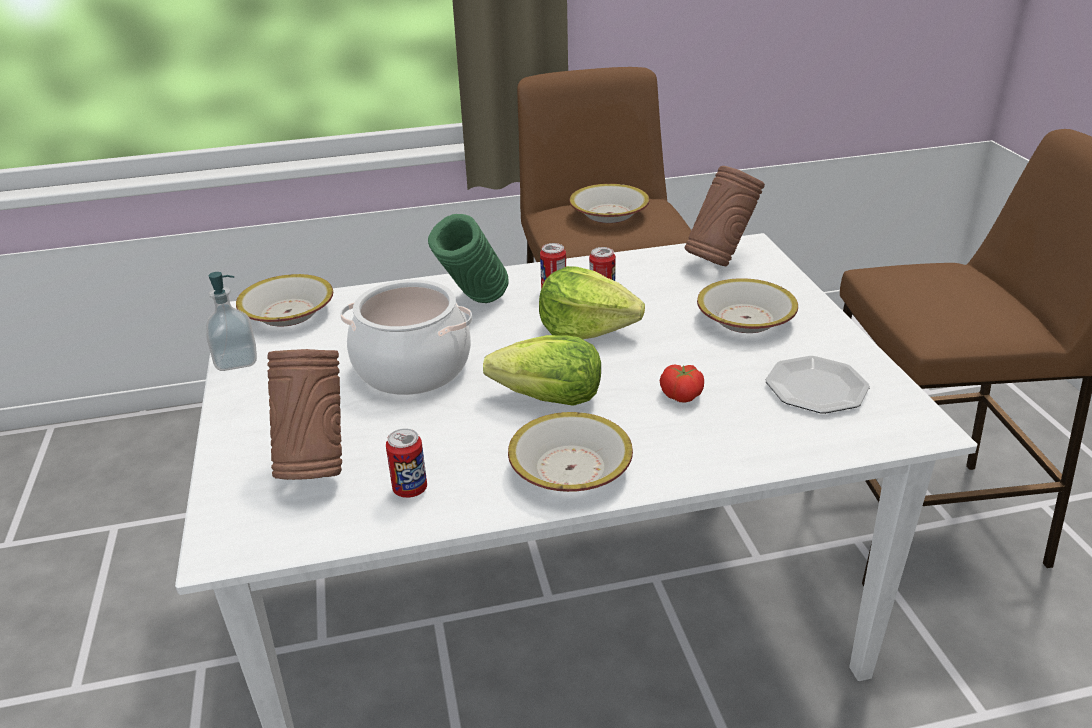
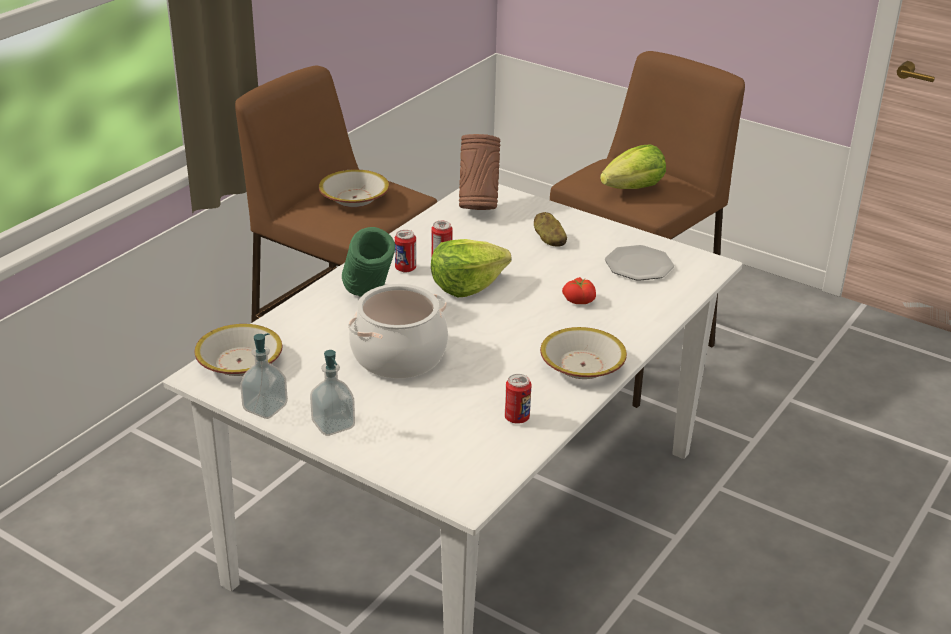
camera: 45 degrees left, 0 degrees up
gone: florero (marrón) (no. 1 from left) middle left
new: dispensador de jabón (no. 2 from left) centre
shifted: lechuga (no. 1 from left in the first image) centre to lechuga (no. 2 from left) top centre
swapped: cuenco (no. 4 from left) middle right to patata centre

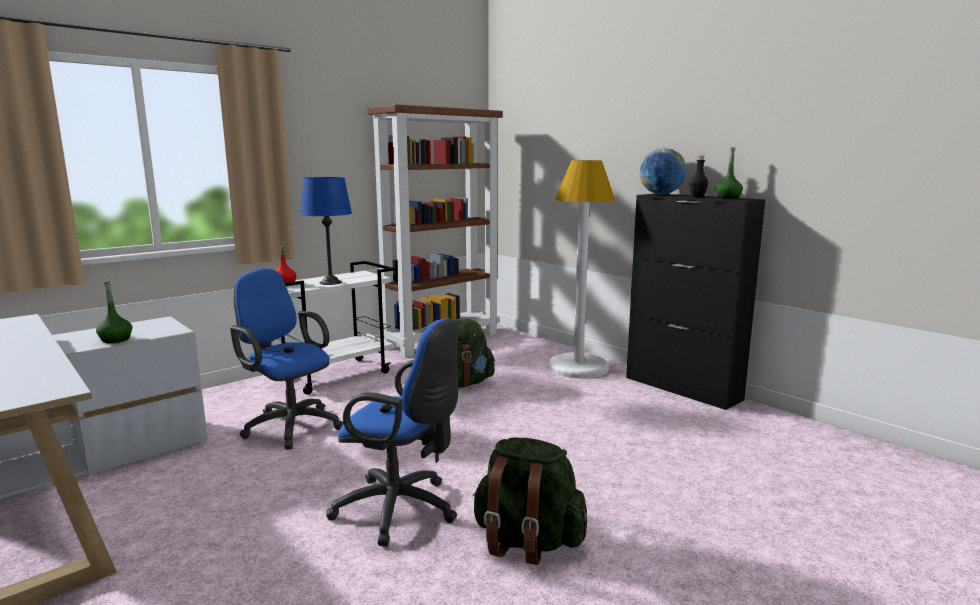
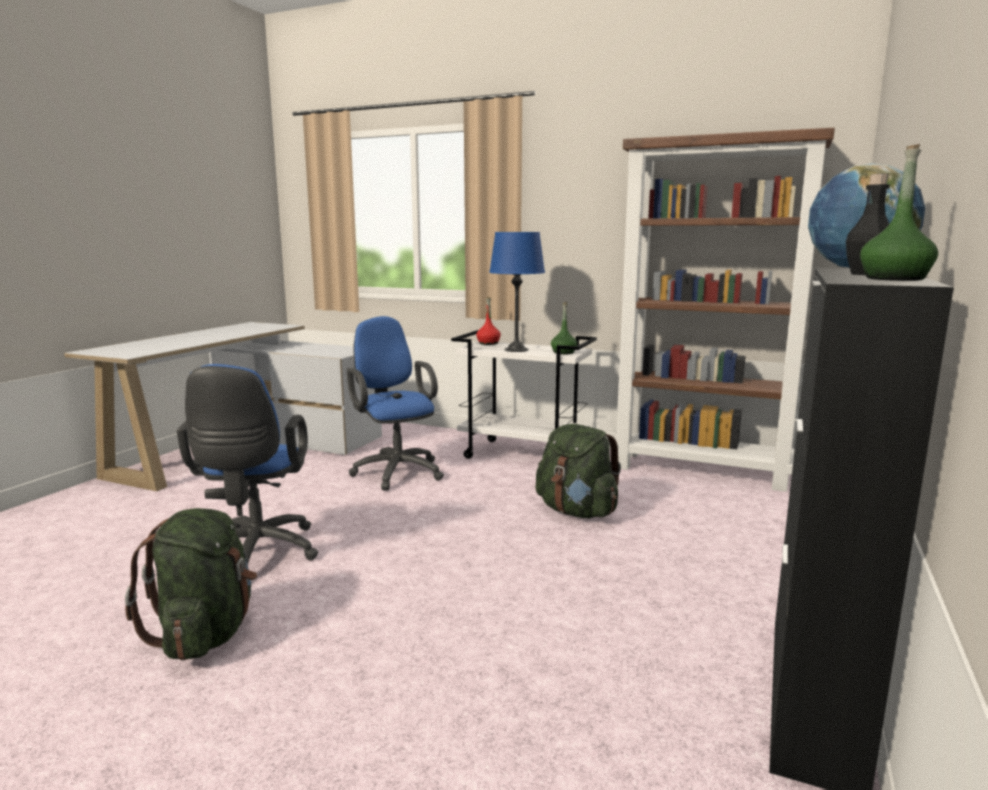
camera: 65 degrees right, 0 degrees up
gone: lámpara de pie (blanco) centre
shifted: botella (verde) (no. 1 from left) middle left to centre
rotated: silla de oficina (azul) (no. 1 from left in the first image) middle left = centre 45 degrees counterclockwise

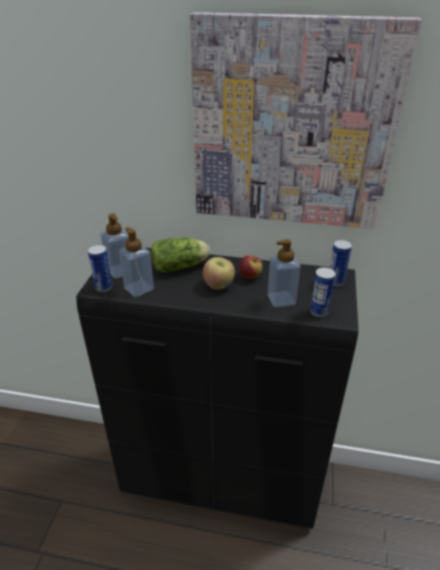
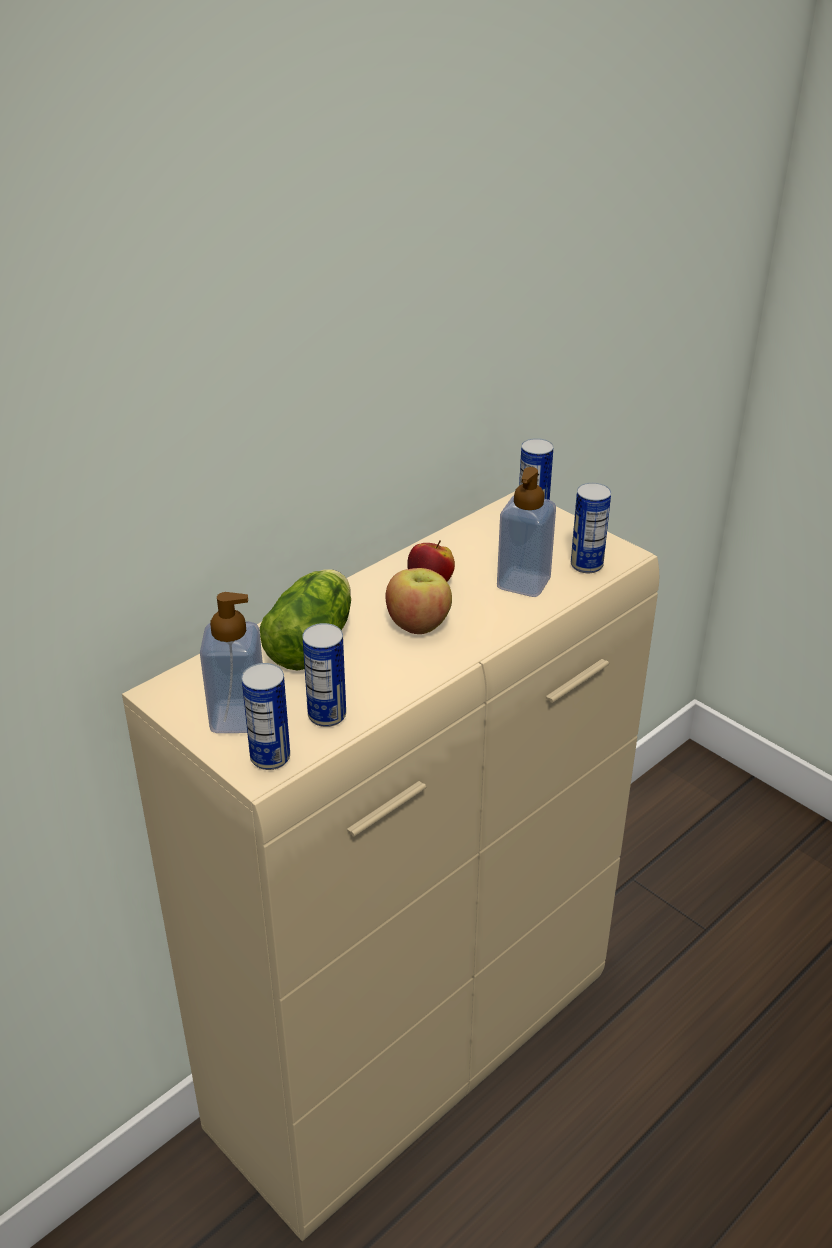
camera: 55 degrees left, 0 degrees up
gone: cuadro top right
swapped: dispensador de jabón (no. 2 from left) middle left to lata (no. 2 from left) centre
repainted: armario (negro) bottom centre to armario (beis) bottom centre

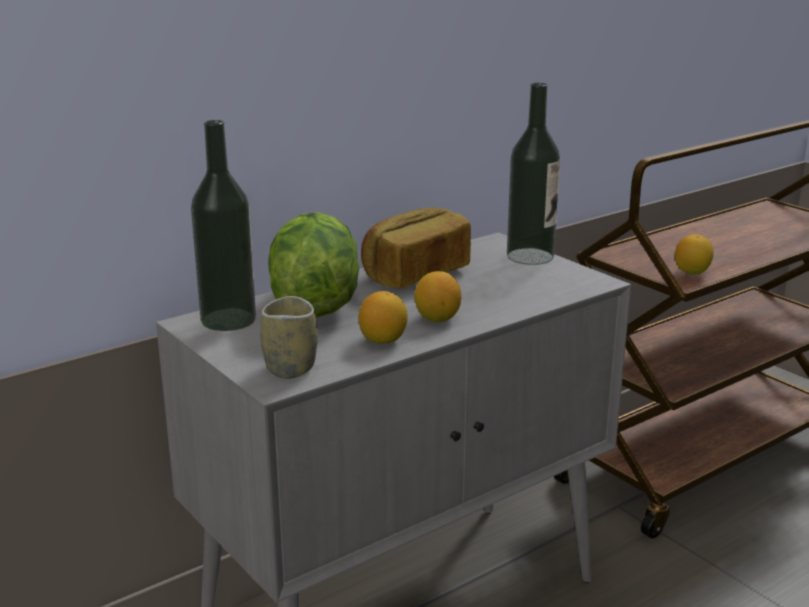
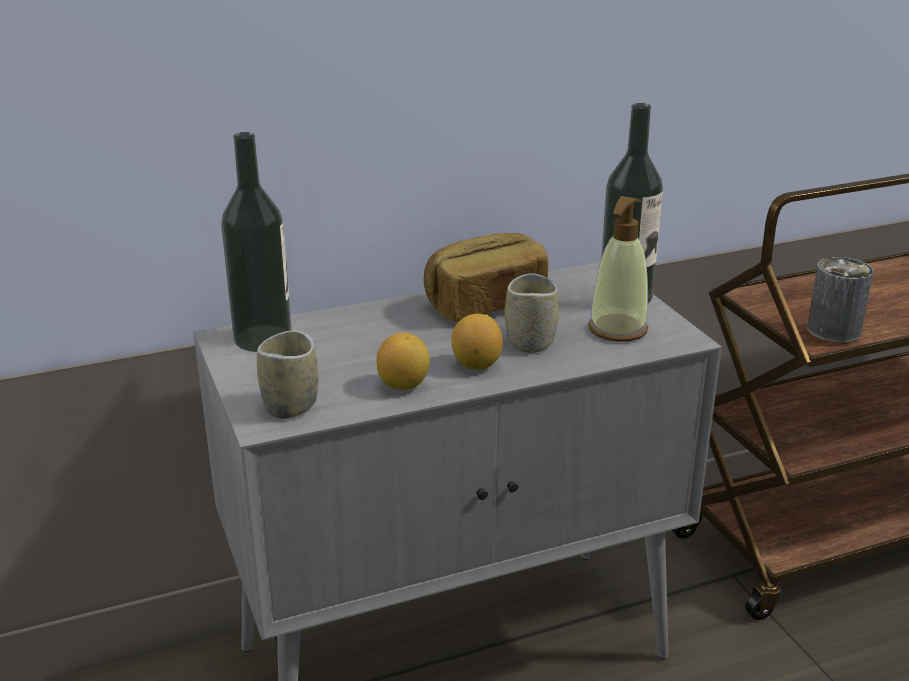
camera: 15 degrees right, 5 degrees up
gone: lechuga centre
new: taza (no. 2 from left) centre; dispensador de jabón middle right
swapped: limón (no. 3 from left) middle right to lata middle right

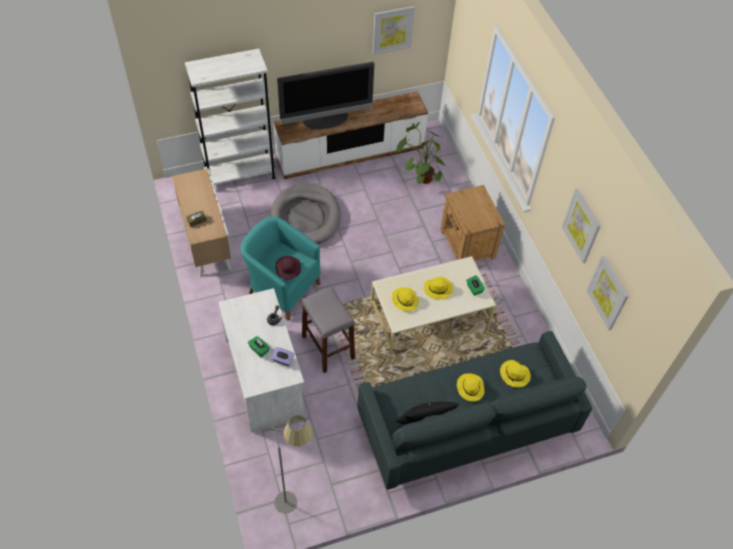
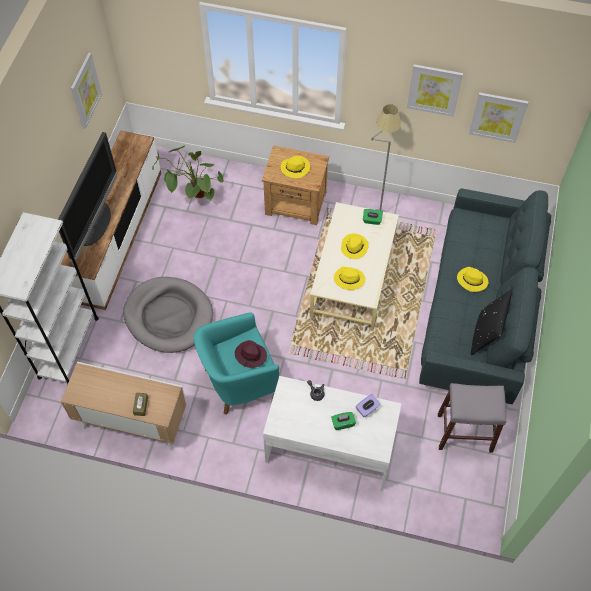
camera: 55 degrees left, 5 degrees up
shifted: lámpara de pie (gris) bottom centre to top centre; taburete (gris) centre to bottom right; sombrero (amarillo) (no. 4 from left in the first image) bottom right to sombrero (amarillo) (no. 1 from left) top centre

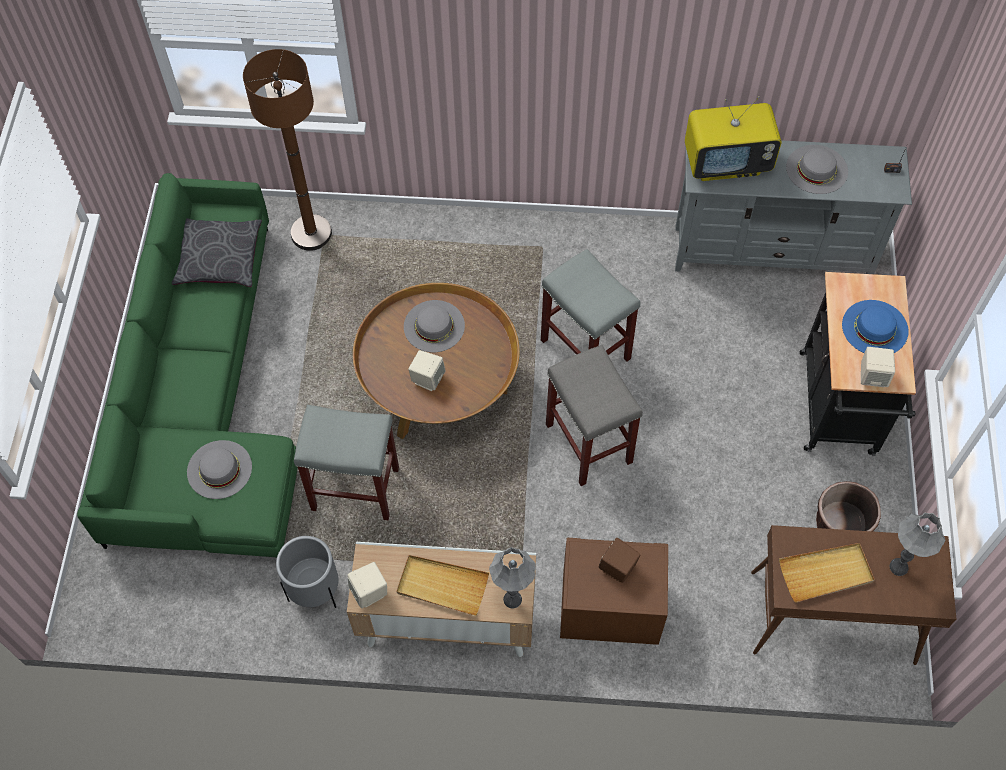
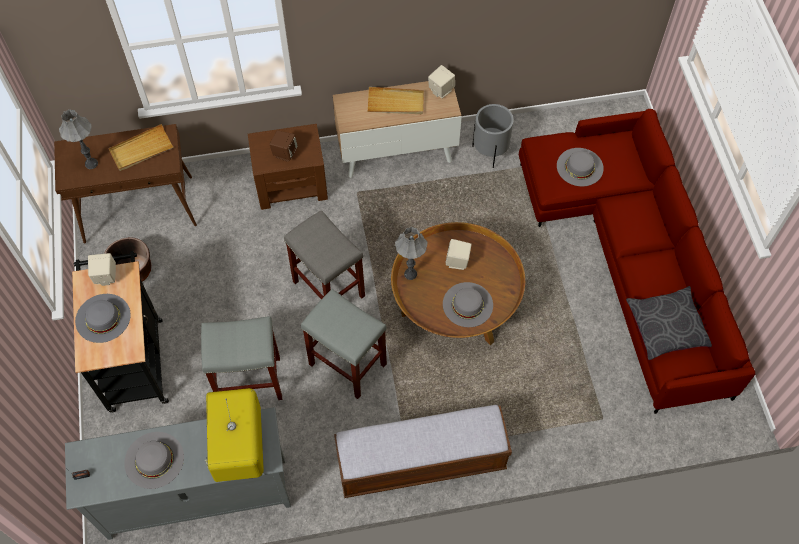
camera: 165 degrees right, 0 degrees up
gone: lámpara de pie (marrón) top left
new: banco bottom centre
shifted: taburete (gris) (no. 1 from left) centre to middle left; lámpara de mesa (gris) (no. 1 from left in the first image) bottom centre to lámpara de mesa (gris) (no. 2 from left) centre
repainted: sofá (verde) middle left to sofá (rojo) middle right; sombrero (azul) middle right to sombrero (gris) (no. 1 from left) middle left
rotated: televisor top right = bottom left 75 degrees counterclockwise

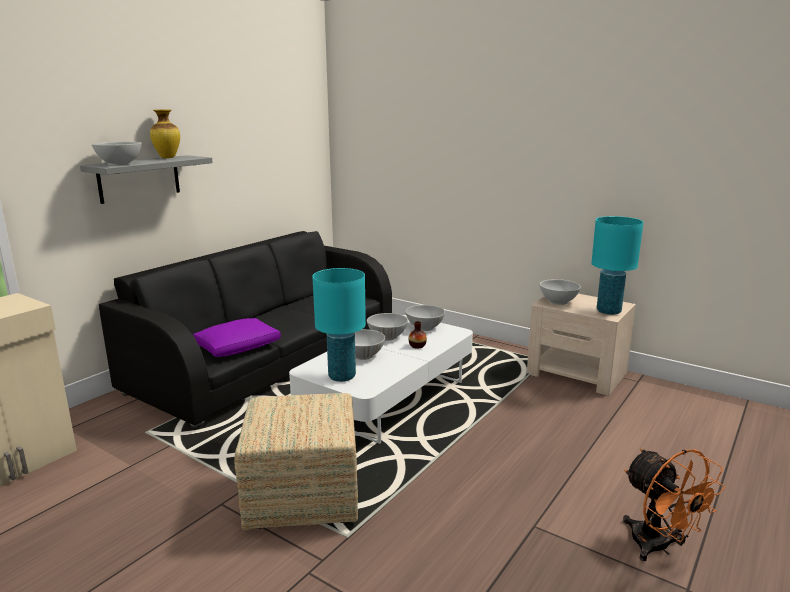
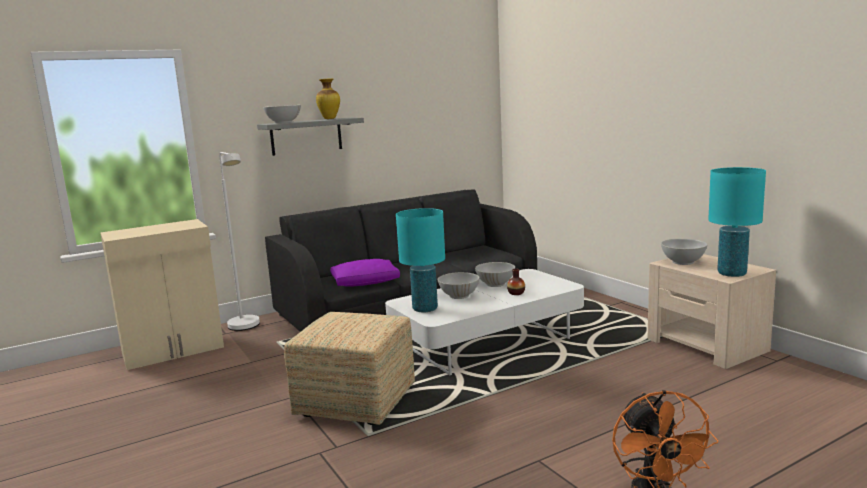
camera: 25 degrees right, 5 degrees down
gone: cuenco (blanco) (no. 4 from left) centre
new: lámpara de pie (blanco) middle left

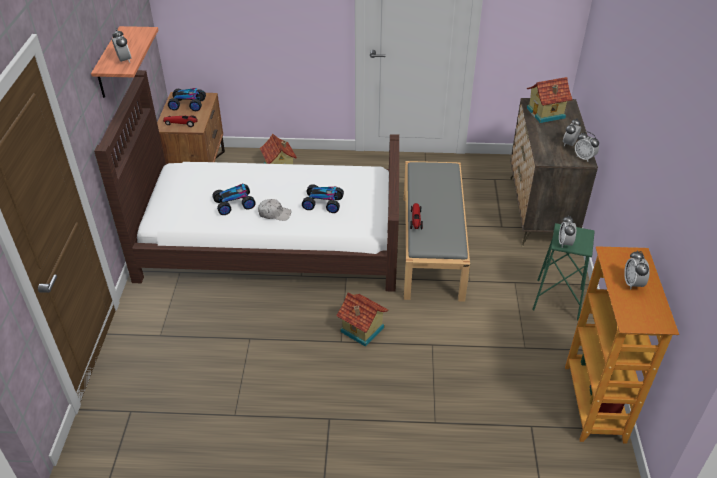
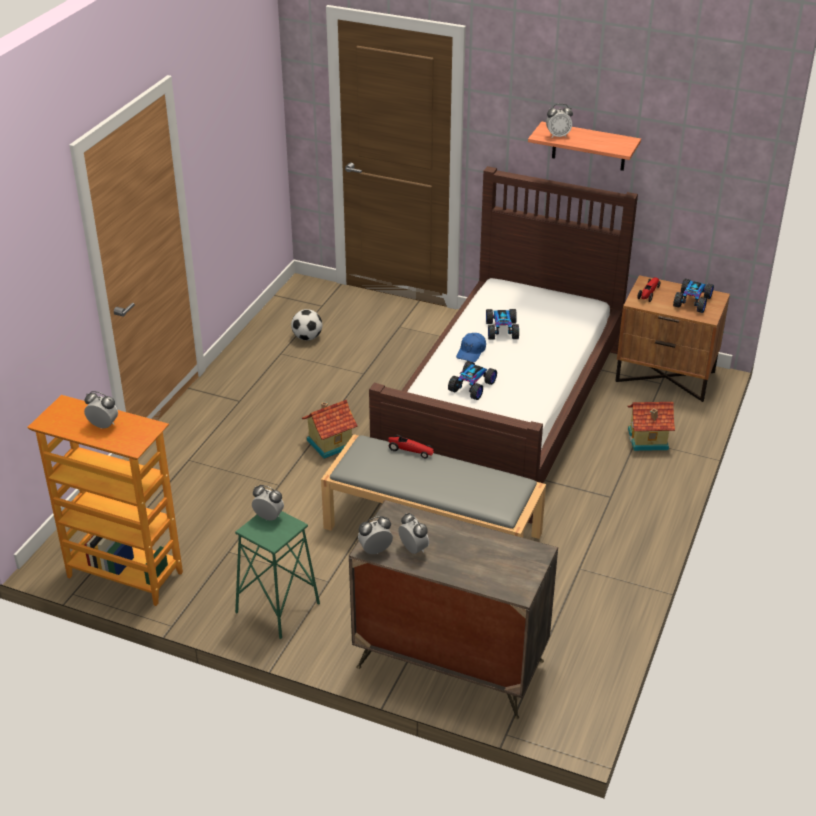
camera: 110 degrees right, 5 degrees down
gone: casita (no. 3 from left) top right
new: balón de fútbol centre
repainted: gorra (blanco) centre to gorra (azul) centre

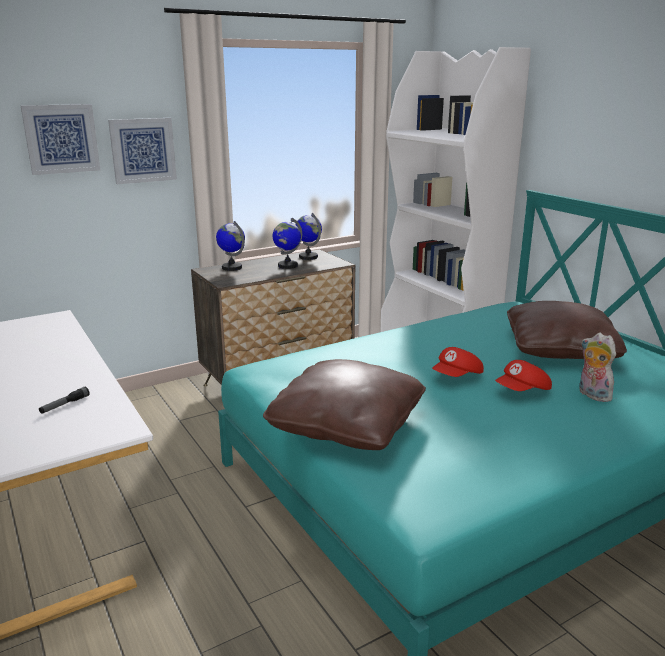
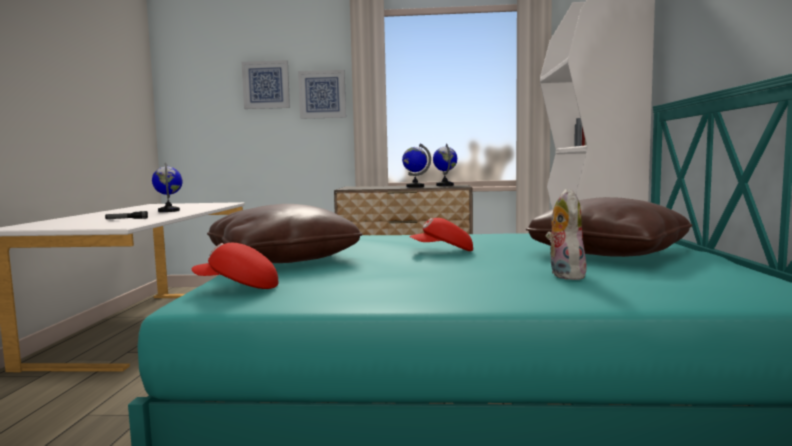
camera: 35 degrees right, 15 degrees down
shifted: globo terráqueo (no. 1 from left) centre to middle left; gorra (rojo) (no. 2 from left in the first image) middle right to gorra (rojo) (no. 1 from left) middle left

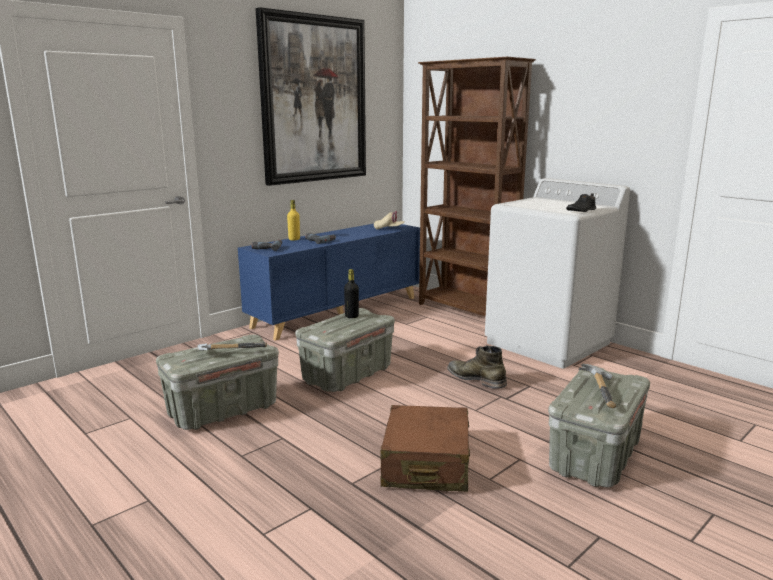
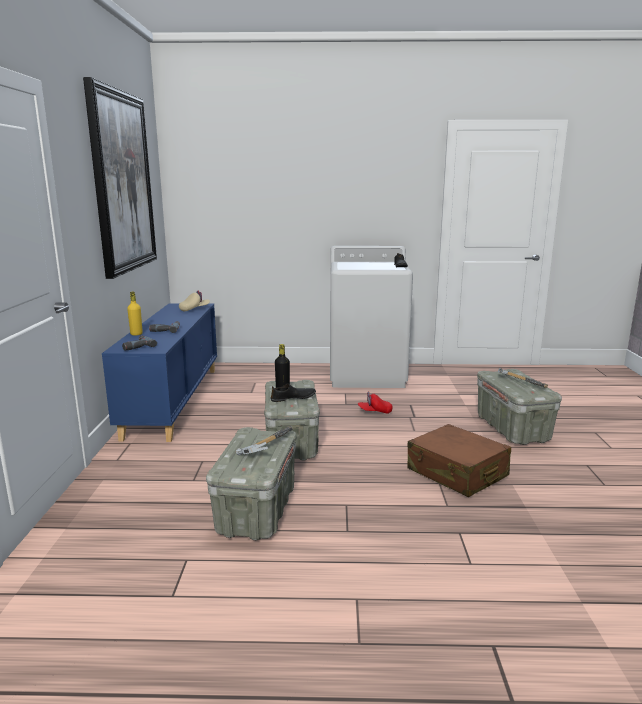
camera: 45 degrees left, 0 degrees up
gone: estantería (marrón) top centre
new: zapato (negro) (no. 1 from left) centre
swapped: bota (verde) centre to gorra (rojo) centre

